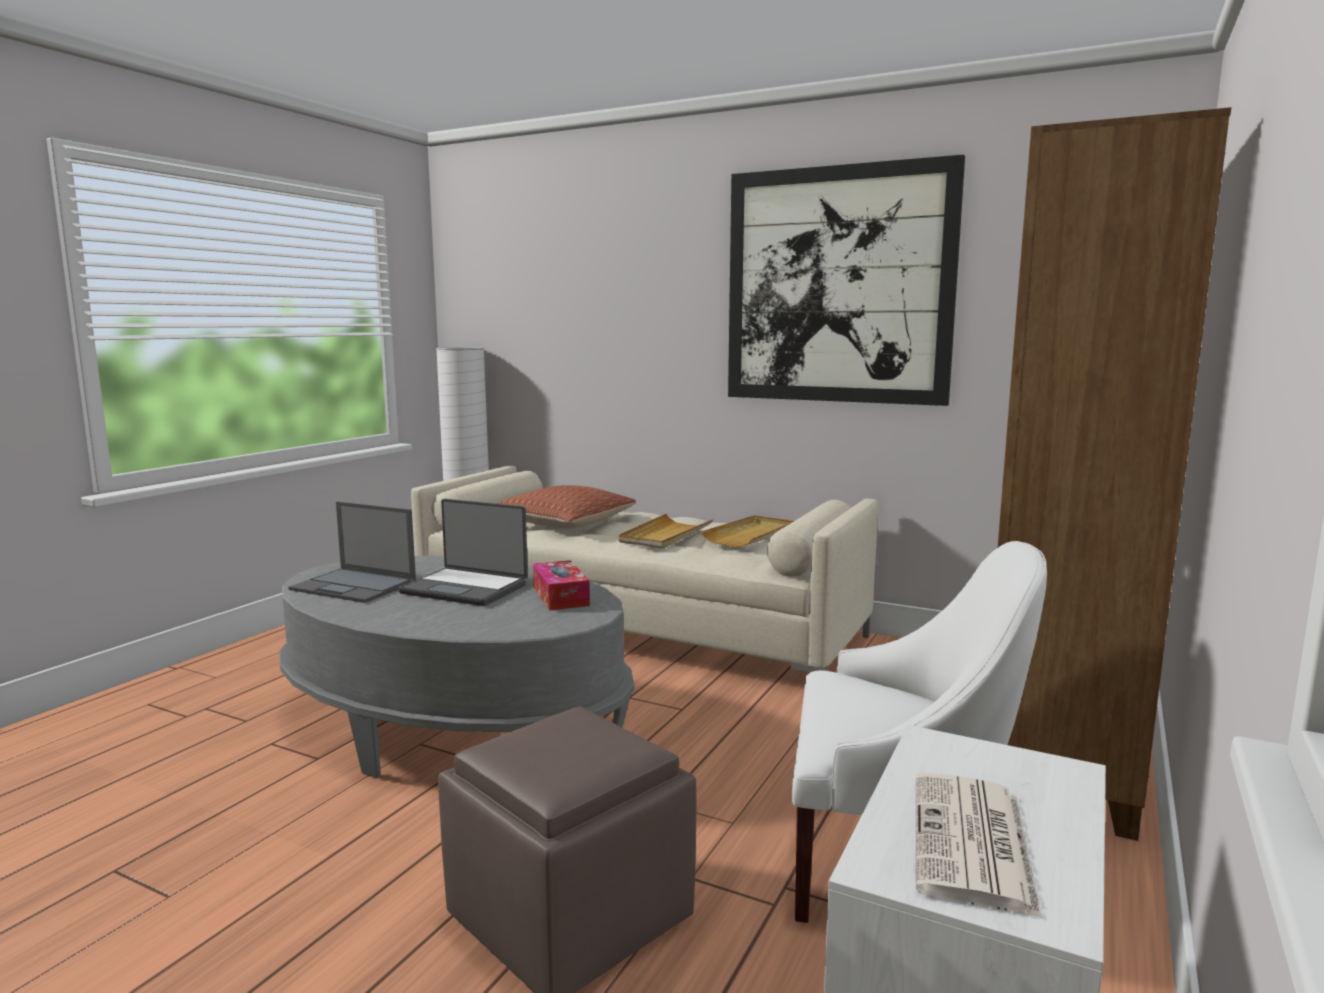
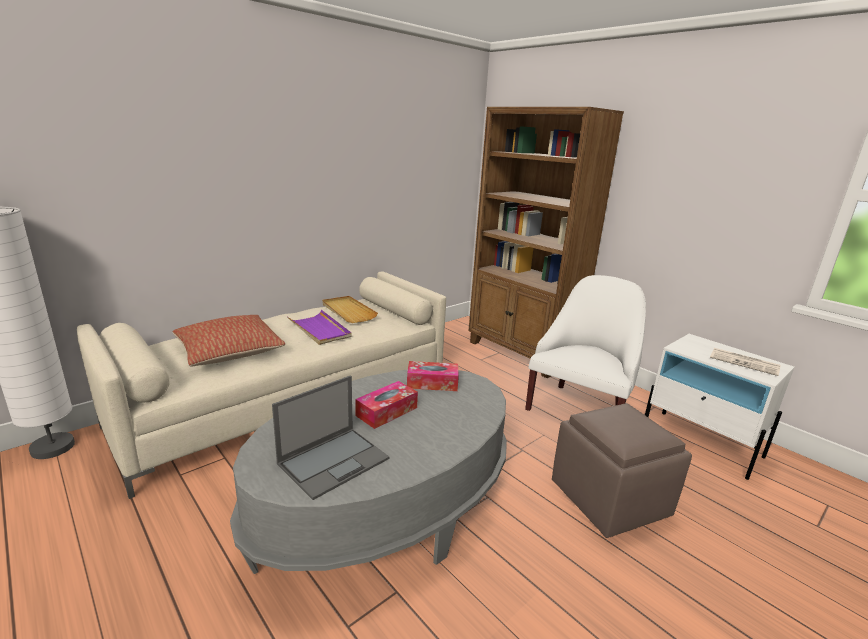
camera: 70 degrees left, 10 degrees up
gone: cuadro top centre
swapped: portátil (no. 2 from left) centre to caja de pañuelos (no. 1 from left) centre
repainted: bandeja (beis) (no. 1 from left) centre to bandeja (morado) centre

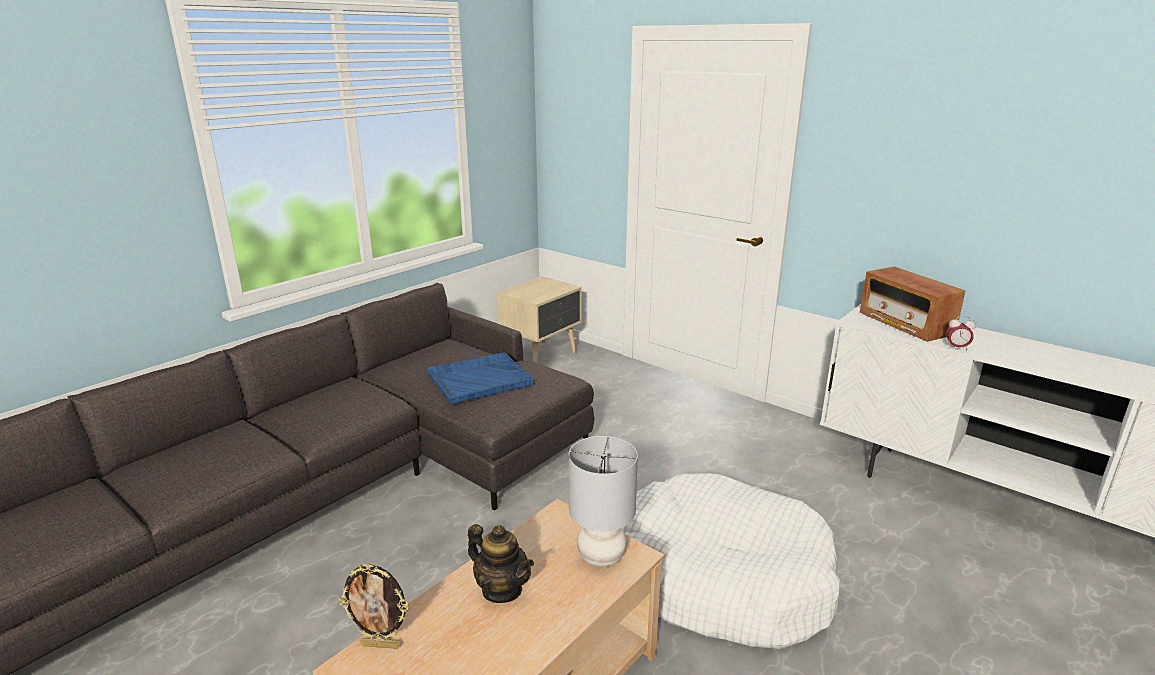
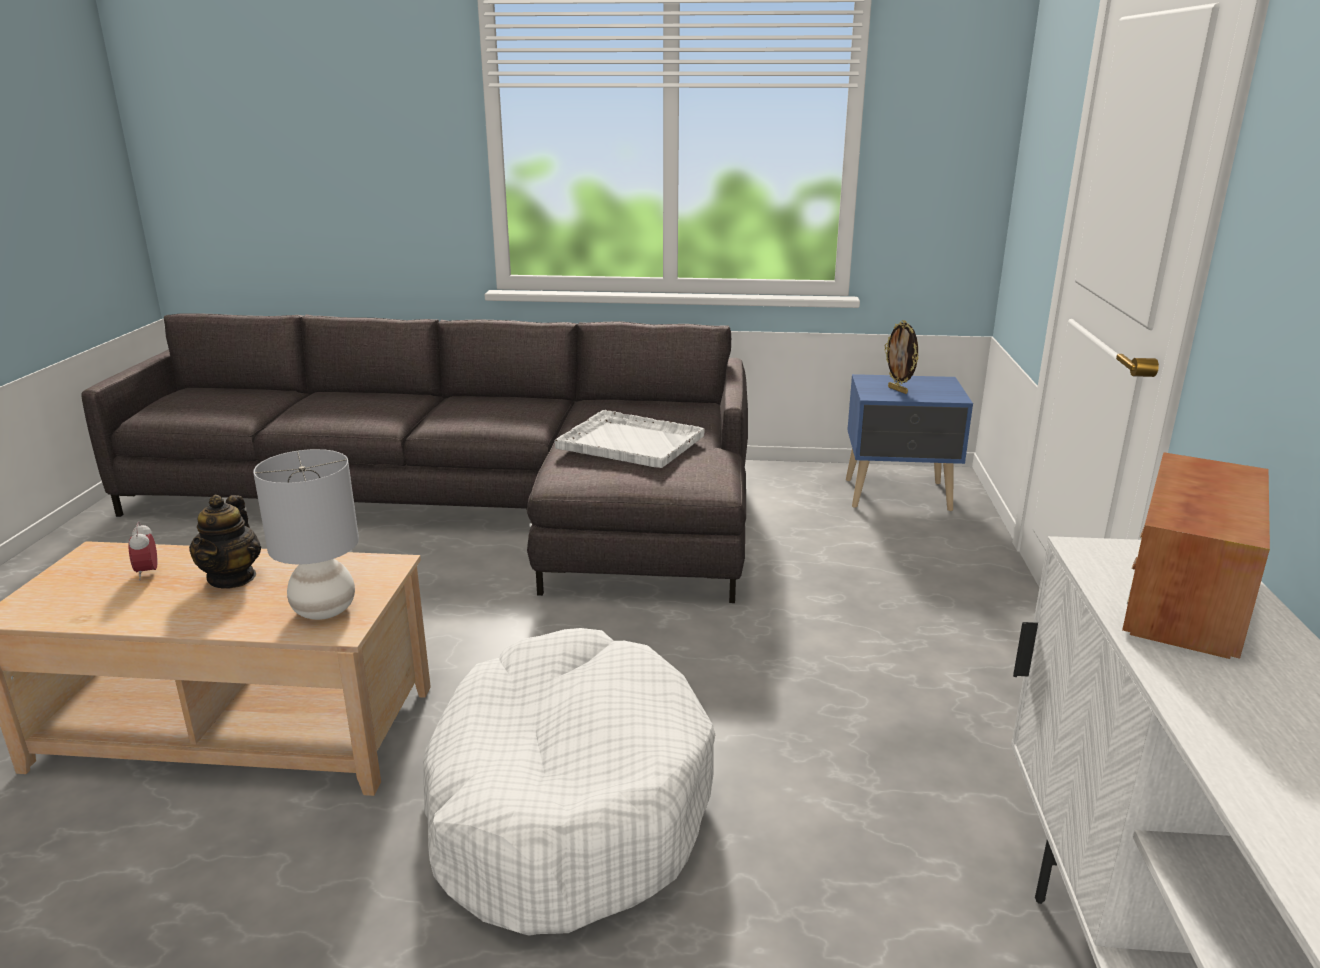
camera: 55 degrees right, 0 degrees up
shifted: portarretratos bottom left to middle right; despertador middle right to middle left
repainted: bandeja (azul) centre to bandeja (blanco) centre; mesita de noche (beis) centre to mesita de noche (azul) middle right

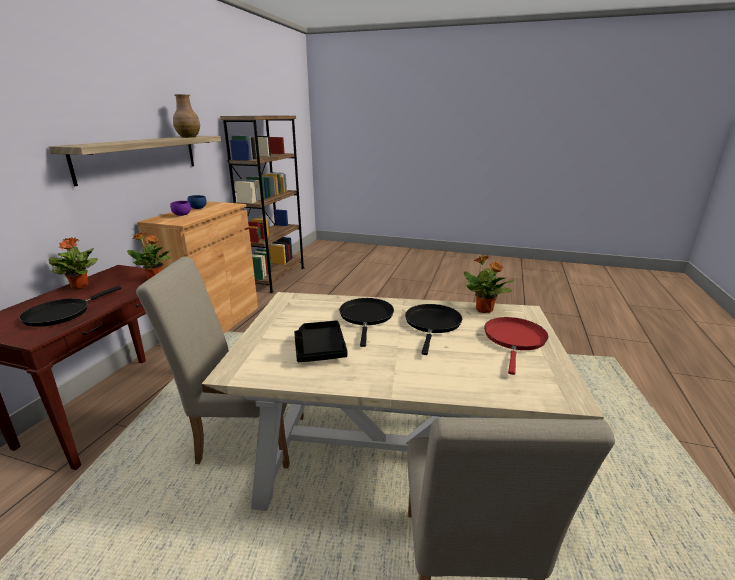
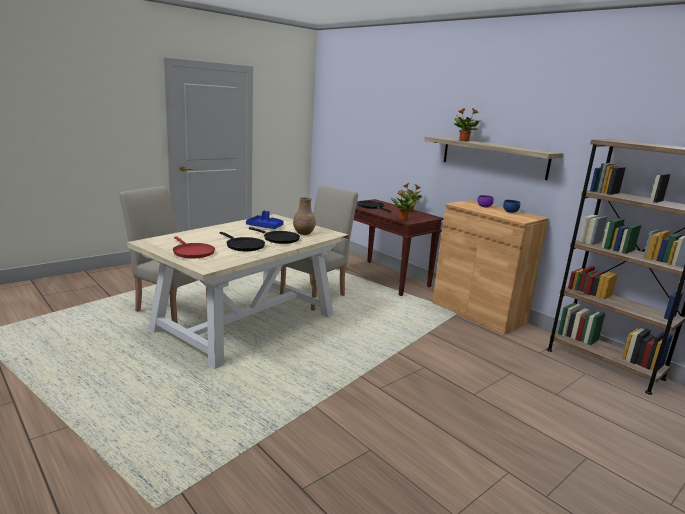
camera: 120 degrees right, 5 degrees down
shifted: florero (marrón) top left to centre; planta en maceta (no. 3 from left) centre to top right
repainted: bandeja (negro) centre to bandeja (azul) centre

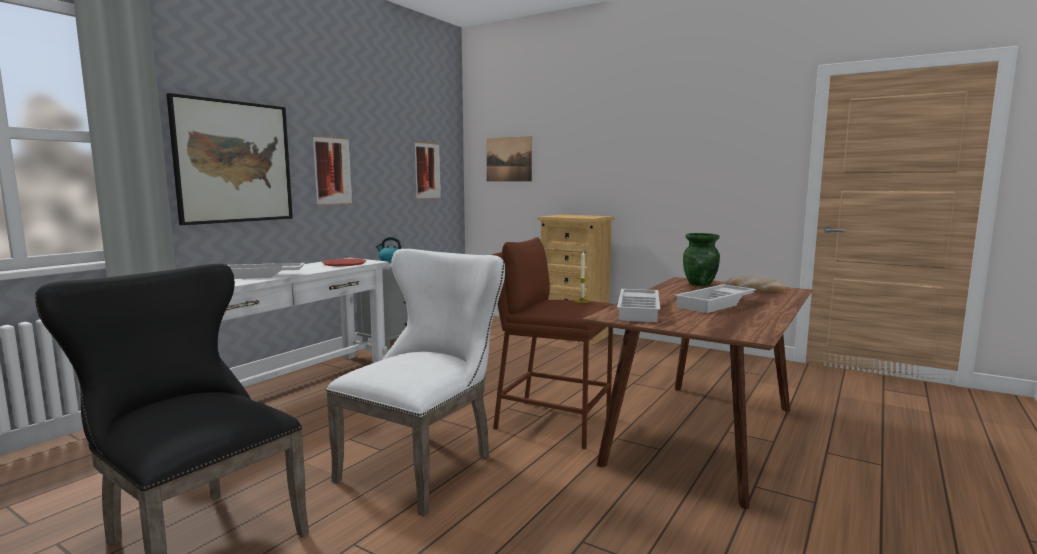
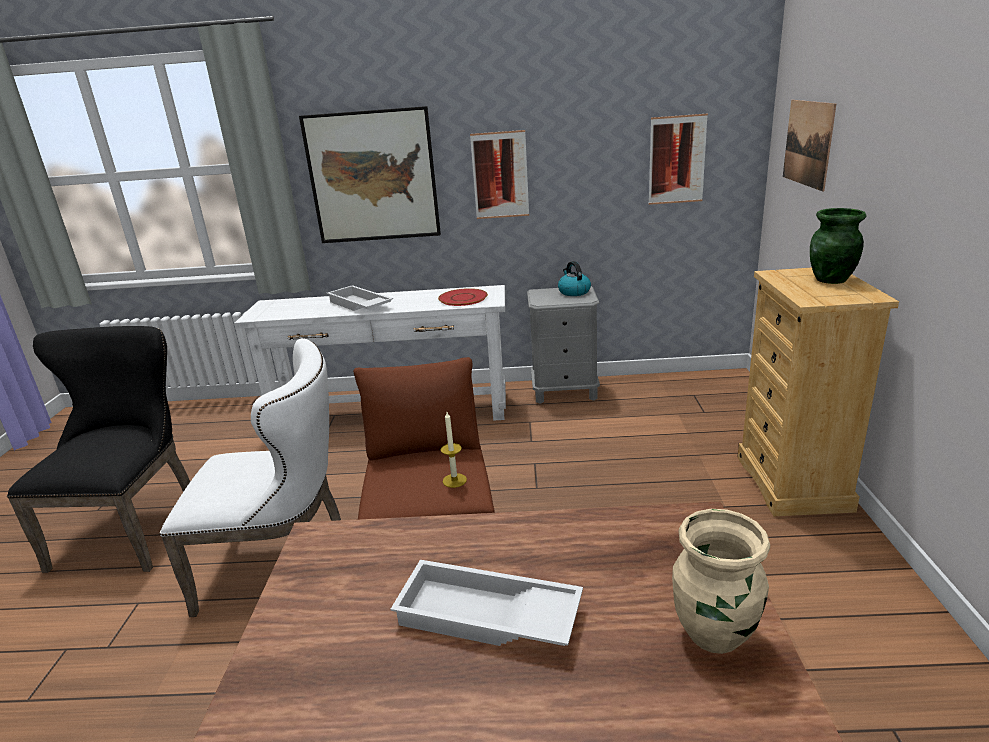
camera: 60 degrees right, 15 degrees up
gone: bandeja (blanco) (no. 2 from left) centre
shifted: florero (verde) middle right to top right
swapped: pan middle right to florero (beis) bottom right

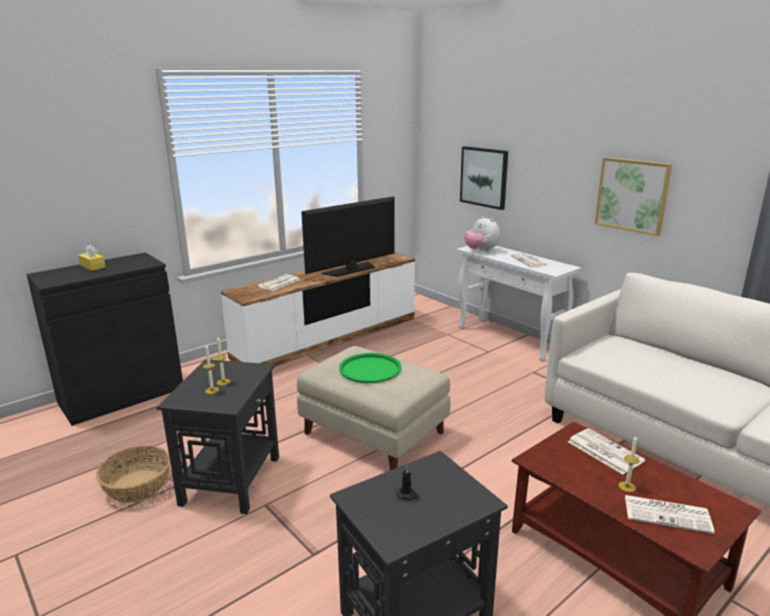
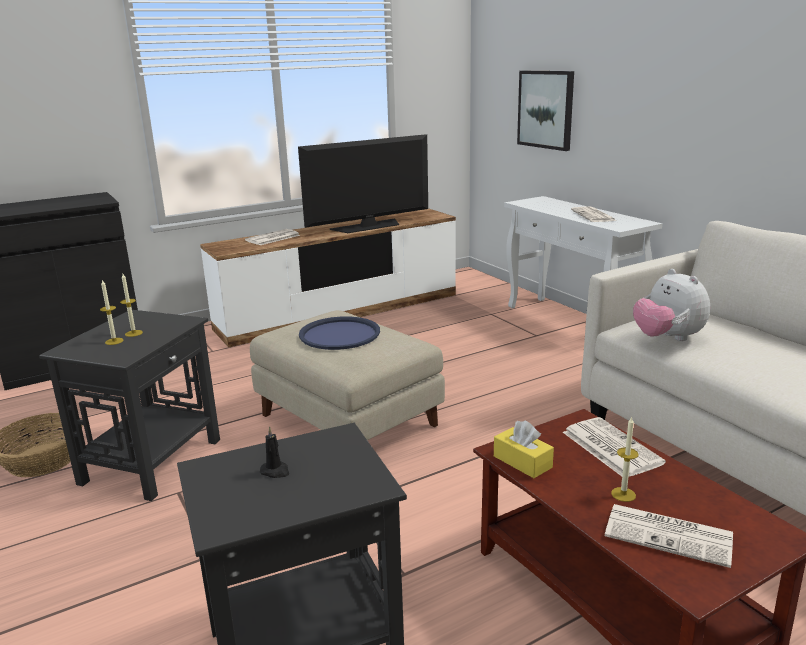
camera: 10 degrees right, 0 degrees up
gone: cuadro (no. 2 from left) top right
shifted: caja de pañuelos (amarillo) middle left to bottom centre; peluche centre to middle right
repainted: bandeja (verde) centre to bandeja (azul) centre

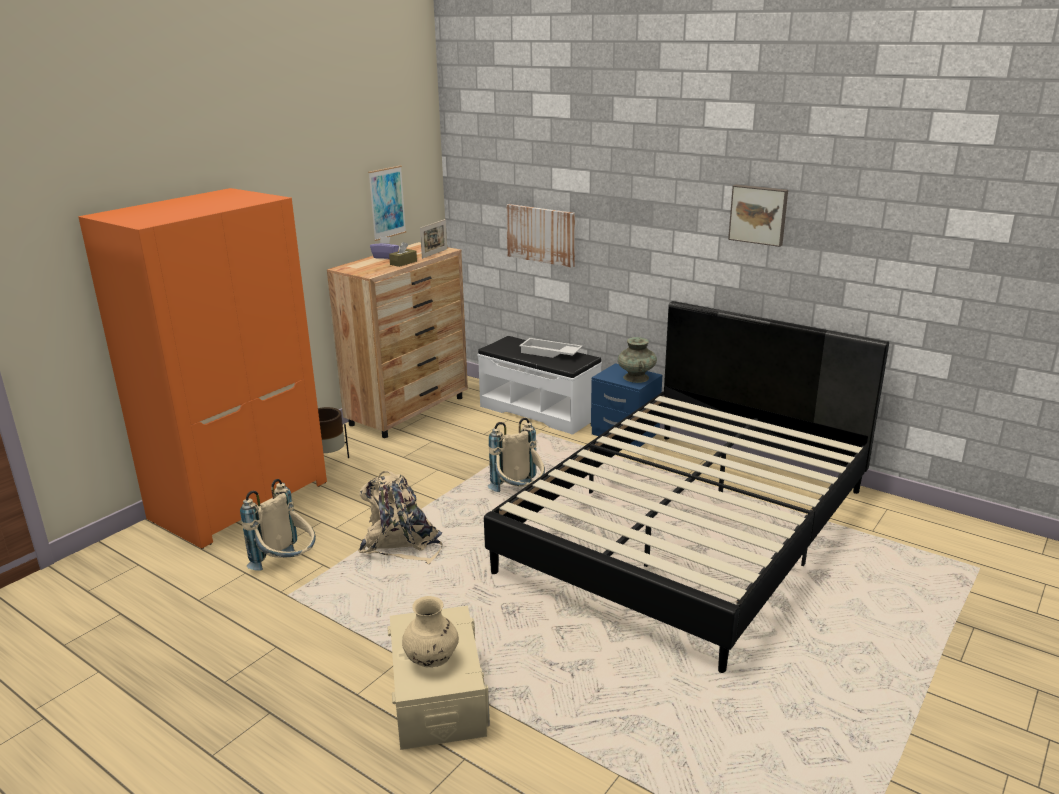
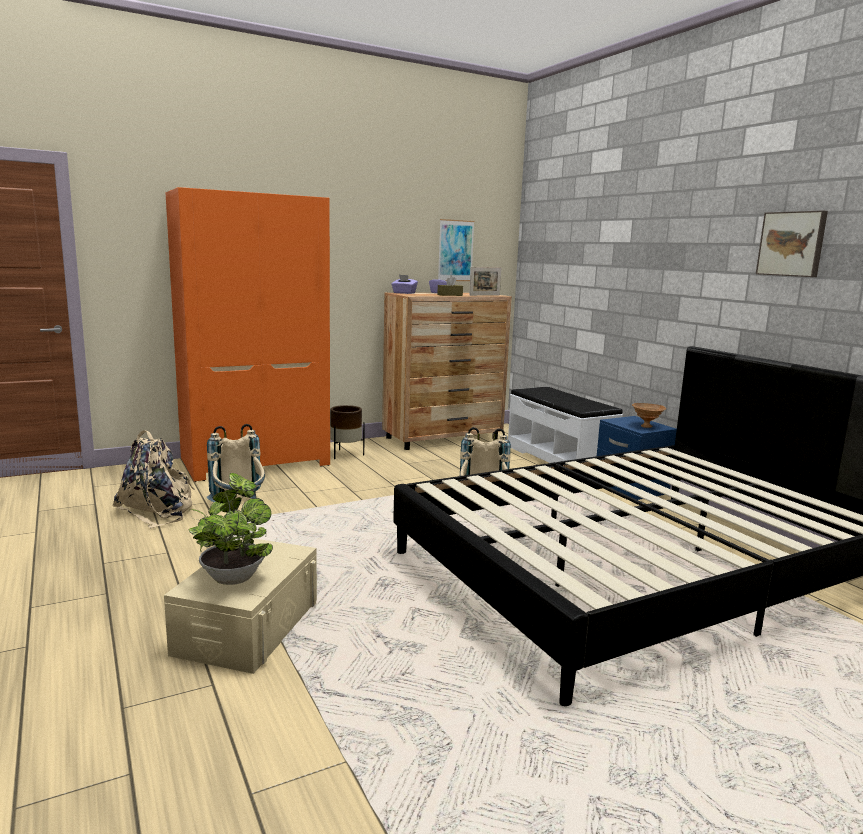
camera: 25 degrees right, 10 degrees down
gone: cuadro (no. 2 from left) top centre; bandeja (blanco) centre
new: caja de pañuelos (morado) (no. 1 from left) centre
shifted: mochila (beis) (no. 2 from left in the first image) centre to mochila (beis) (no. 1 from left) middle left
swapped: florero (beis) bottom centre to planta en maceta middle left; florero (turquesa) centre to cuenco (marrón) middle right

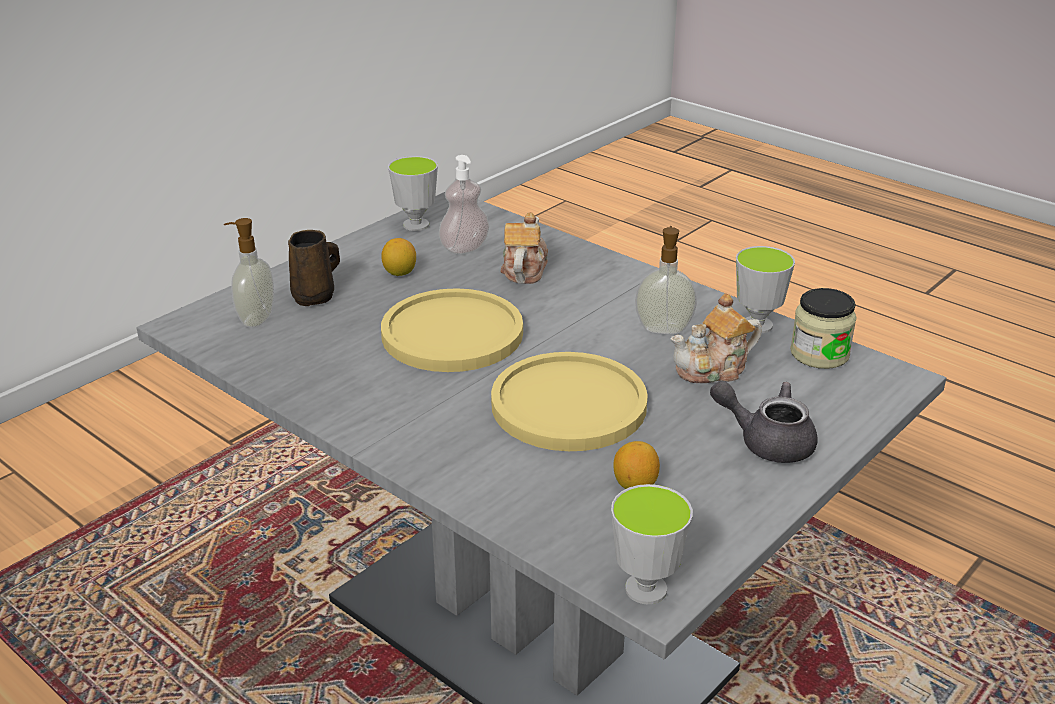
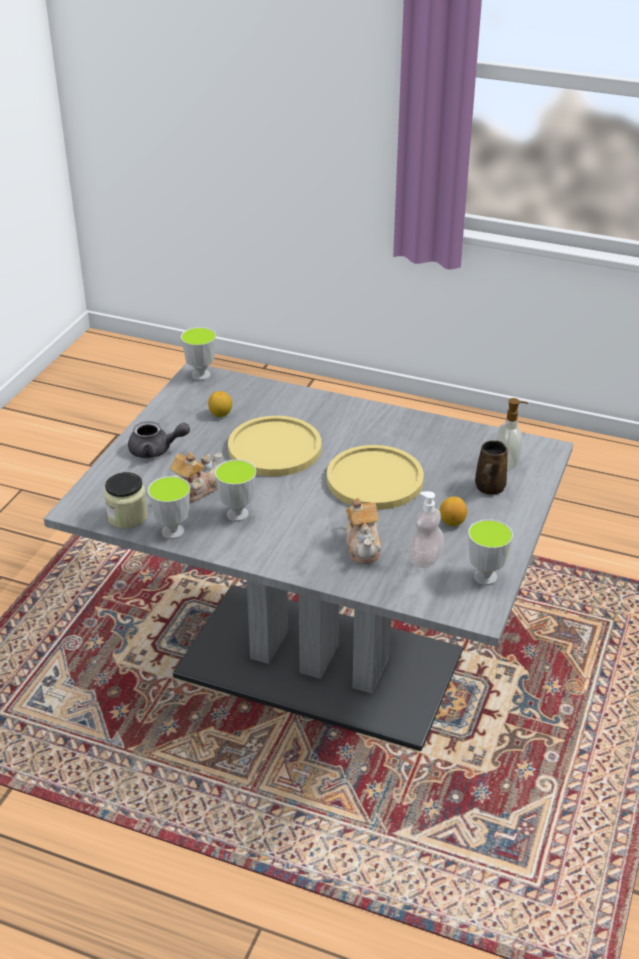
camera: 160 degrees right, 5 degrees up
swapped: dispensador de jabón (no. 3 from left) centre to taza (no. 3 from left) centre

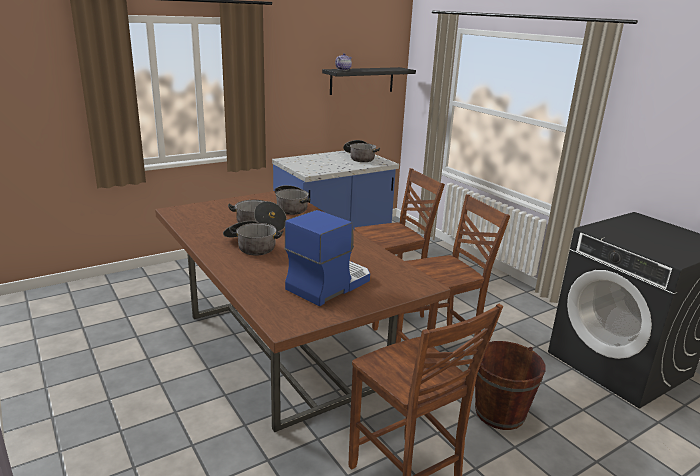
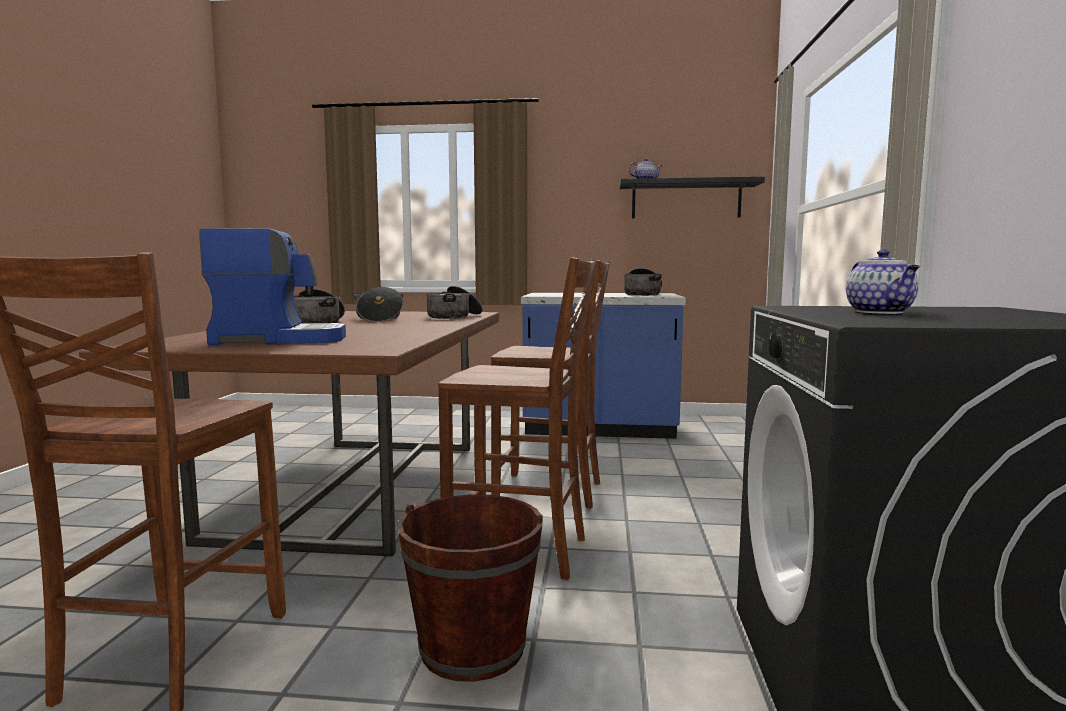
camera: 40 degrees right, 15 degrees down
new: tetera (no. 2 from left) middle right

